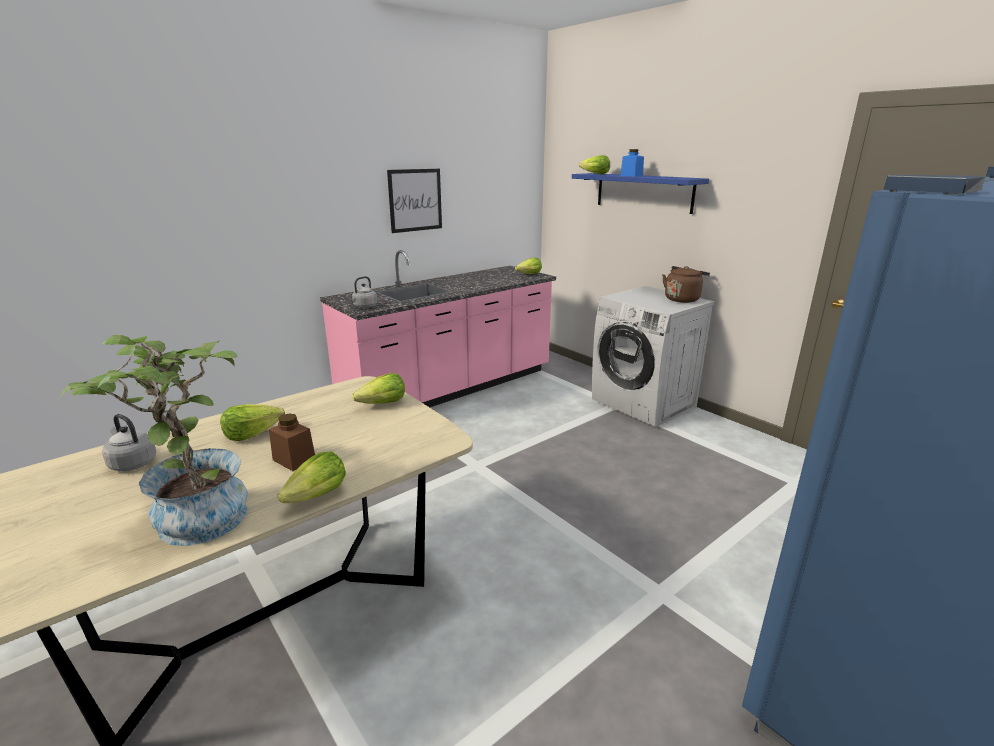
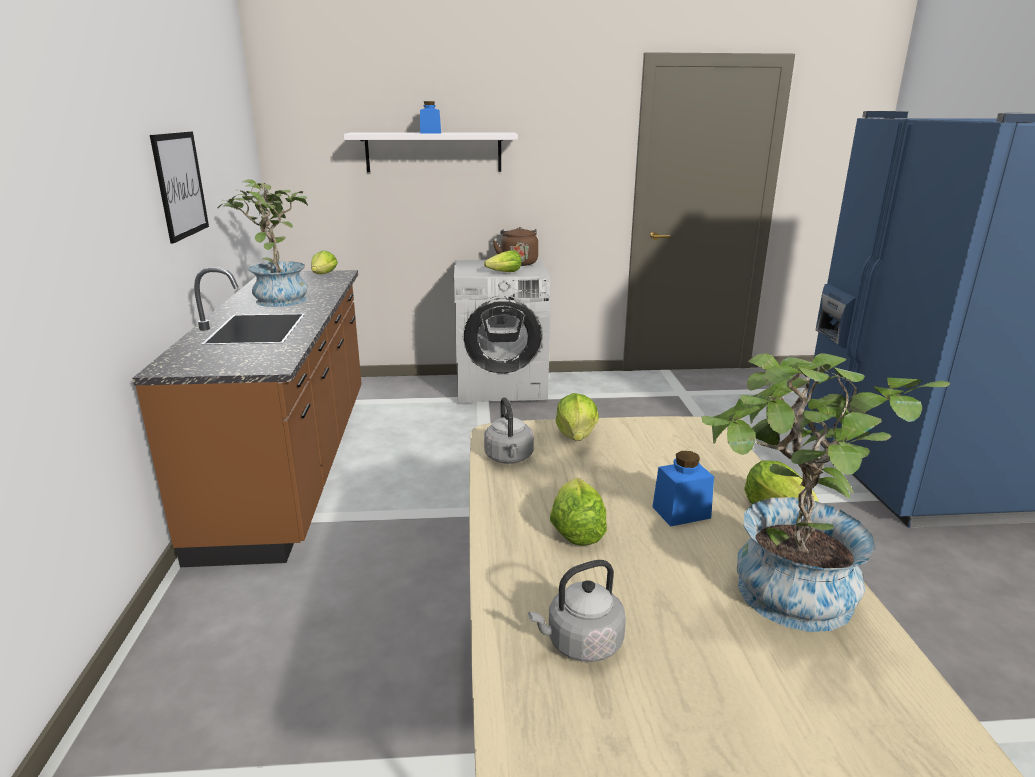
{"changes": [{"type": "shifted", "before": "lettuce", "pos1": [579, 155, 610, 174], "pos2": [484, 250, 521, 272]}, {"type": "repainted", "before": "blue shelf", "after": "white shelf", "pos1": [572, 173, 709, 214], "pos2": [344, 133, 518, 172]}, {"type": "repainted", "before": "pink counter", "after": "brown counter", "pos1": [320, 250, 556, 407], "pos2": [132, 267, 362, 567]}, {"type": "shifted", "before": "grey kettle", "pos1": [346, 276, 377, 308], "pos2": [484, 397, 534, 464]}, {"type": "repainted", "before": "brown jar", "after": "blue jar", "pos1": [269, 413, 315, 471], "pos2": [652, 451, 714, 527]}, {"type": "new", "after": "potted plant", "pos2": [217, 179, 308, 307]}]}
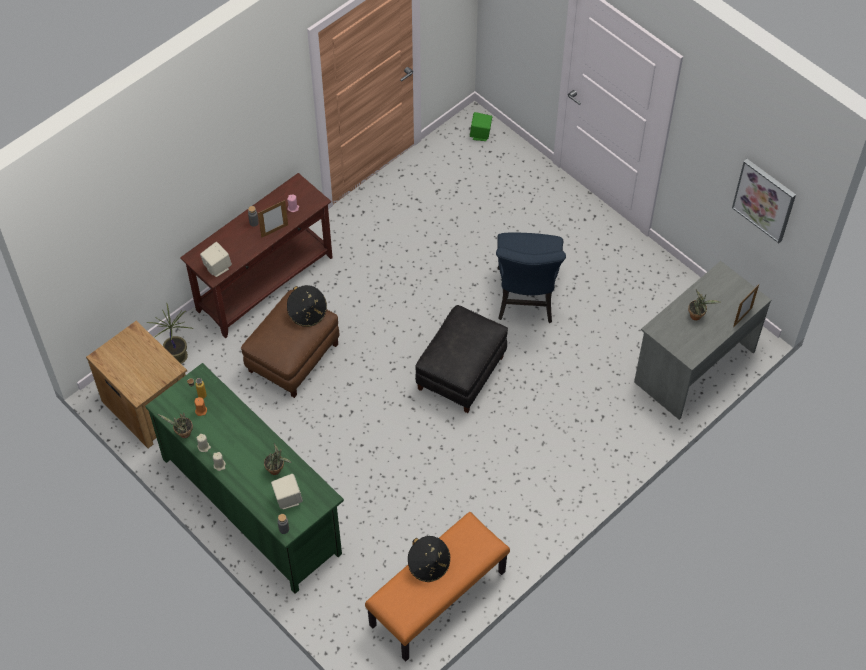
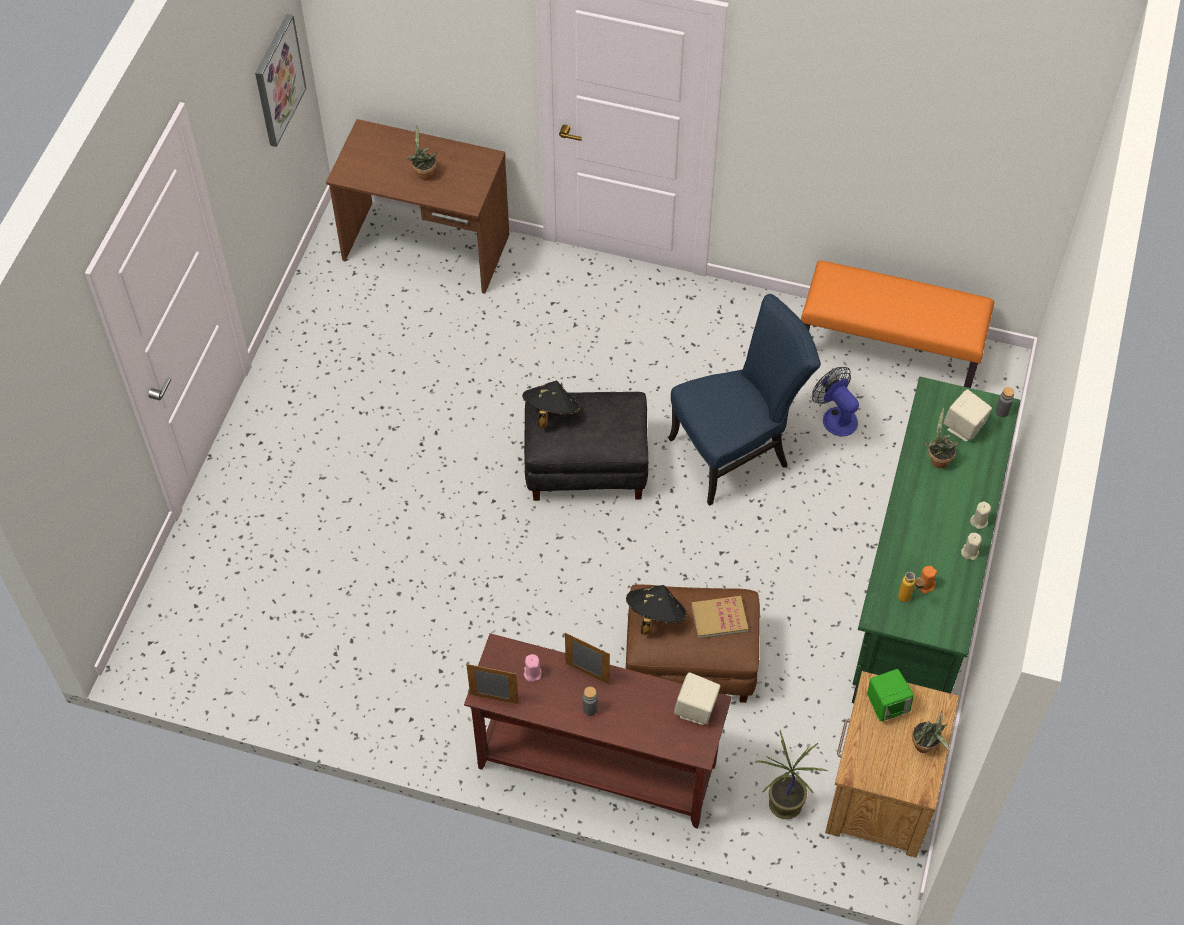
{"changes": [{"type": "shifted", "before": "green speaker", "pos1": [470, 112, 492, 141], "pos2": [867, 669, 914, 721]}, {"type": "shifted", "before": "blue chair", "pos1": [496, 233, 566, 323], "pos2": [668, 294, 821, 506]}, {"type": "repainted", "before": "grey desk", "after": "brown desk", "pos1": [634, 261, 771, 420], "pos2": [326, 119, 509, 294]}, {"type": "shifted", "before": "picture frame", "pos1": [733, 284, 759, 327], "pos2": [466, 664, 519, 704]}, {"type": "shifted", "before": "potted plant", "pos1": [158, 412, 193, 438], "pos2": [912, 710, 950, 753]}, {"type": "shifted", "before": "black hat", "pos1": [408, 536, 450, 582], "pos2": [522, 381, 580, 428]}, {"type": "new", "after": "fan", "pos2": [812, 367, 859, 437]}, {"type": "new", "after": "book", "pos2": [691, 596, 748, 639]}]}
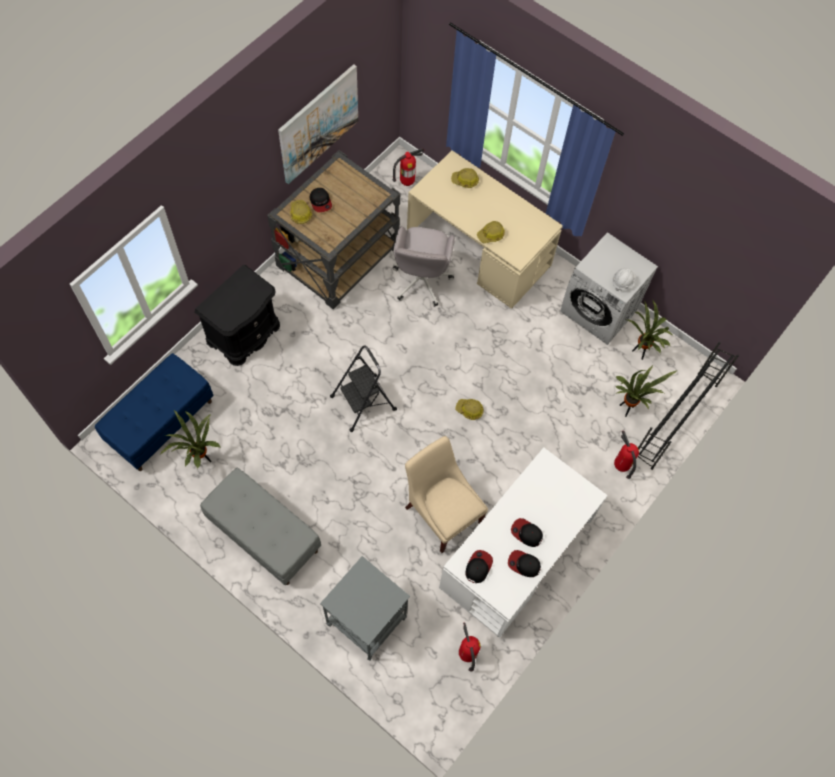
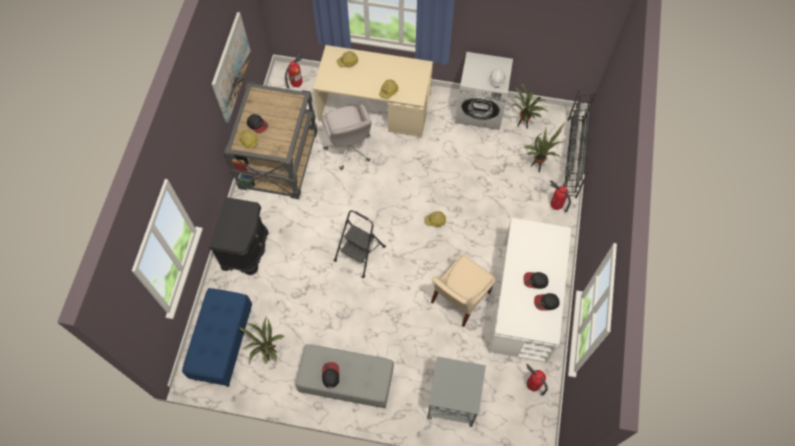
{"changes": [{"type": "rotated", "before": "beige chair", "pos1": [405, 436, 488, 553], "pos2": [431, 255, 495, 327], "turn": -75}, {"type": "shifted", "before": "cap", "pos1": [466, 550, 493, 583], "pos2": [322, 362, 339, 388]}]}
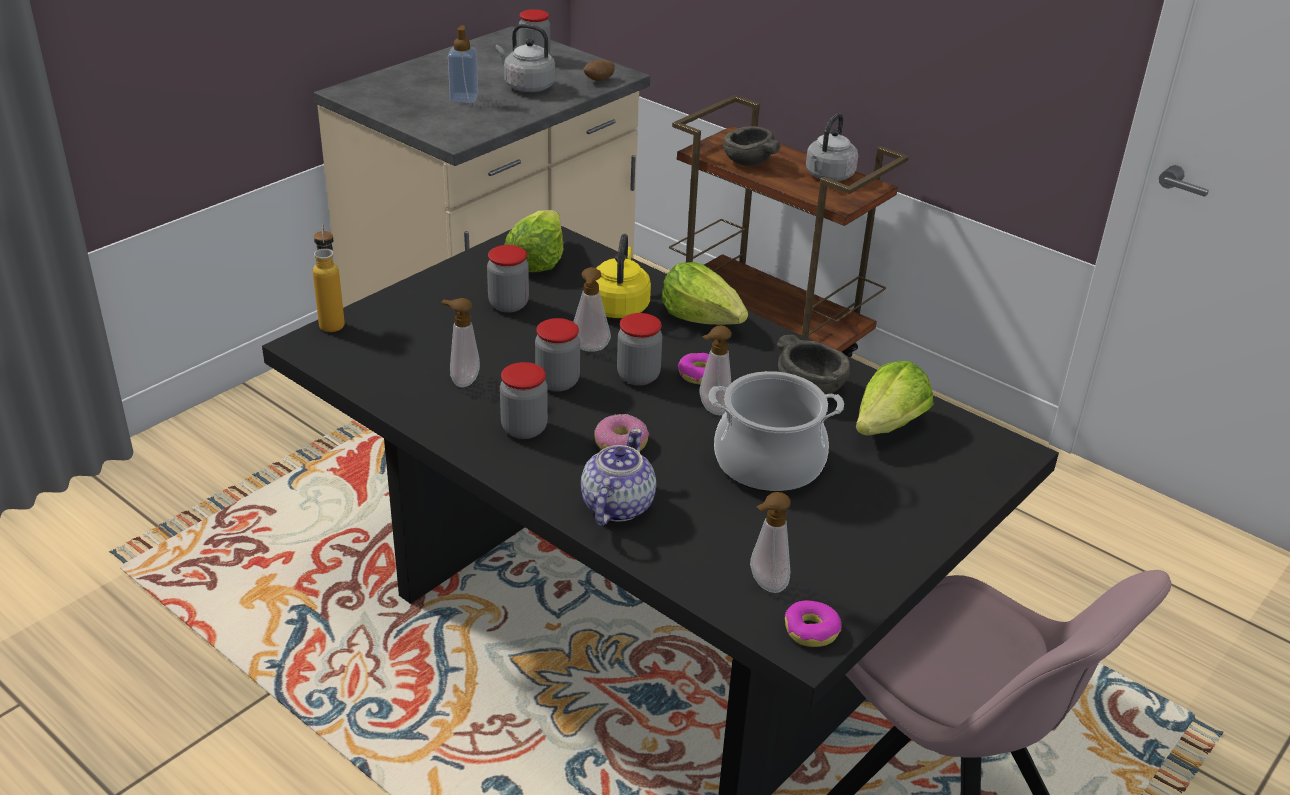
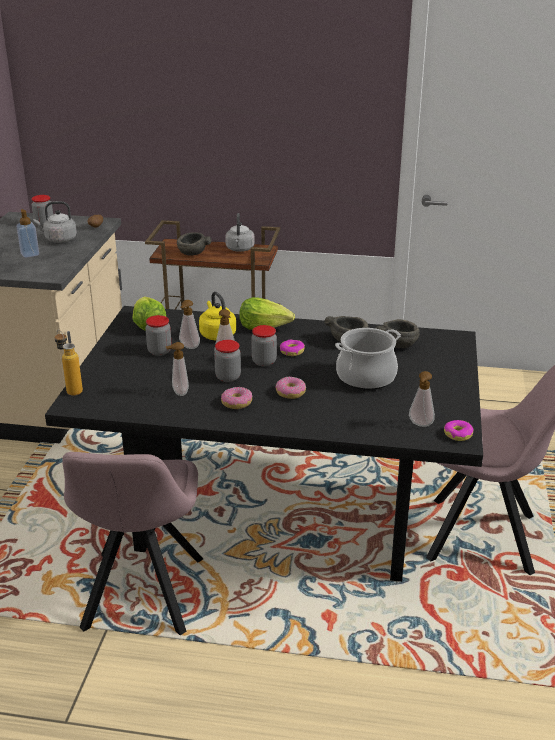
{"changes": [{"type": "shifted", "before": "soap dispenser", "pos1": [699, 326, 732, 415], "pos2": [179, 300, 200, 349]}, {"type": "swapped", "before": "lettuce", "after": "grey bowl", "pos1": [856, 361, 934, 435], "pos2": [376, 319, 420, 348]}, {"type": "swapped", "before": "jar", "after": "donut", "pos1": [500, 362, 548, 439], "pos2": [221, 387, 252, 409]}, {"type": "gone", "before": "teapot", "pos1": [581, 428, 656, 526]}, {"type": "new", "after": "pink chair", "pos2": [62, 452, 203, 635]}]}
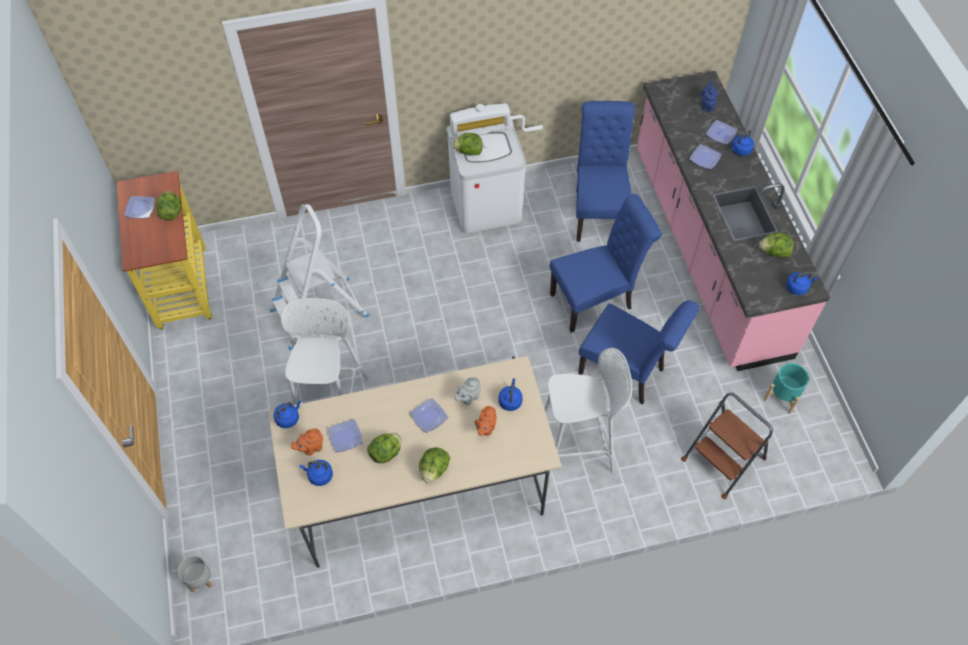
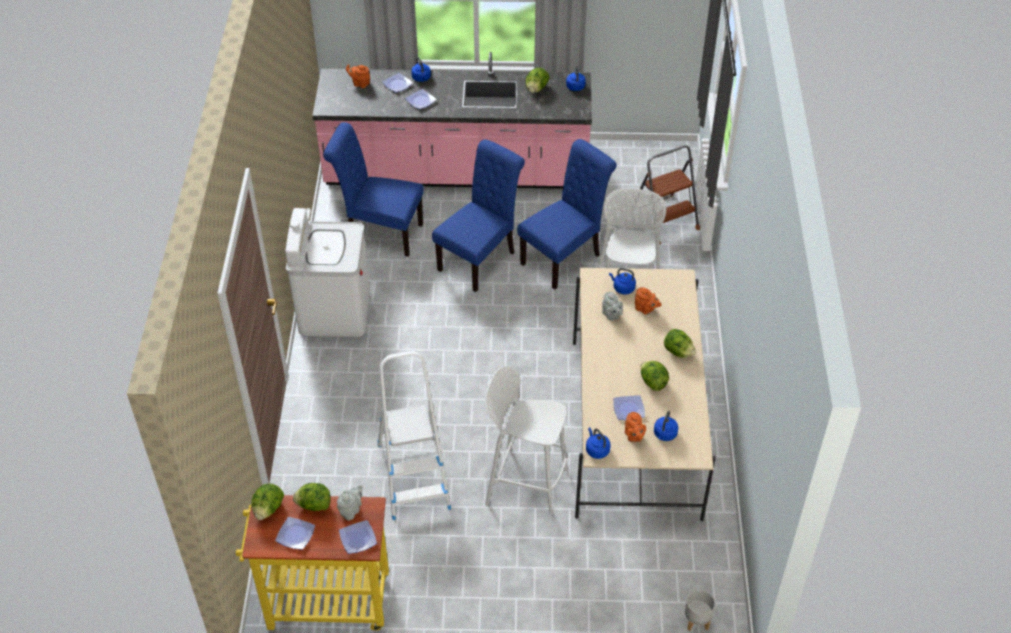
{"changes": [{"type": "repainted", "before": "blue teapot", "after": "orange teapot", "pos1": [701, 81, 719, 112], "pos2": [346, 64, 370, 88]}, {"type": "shifted", "before": "lettuce", "pos1": [453, 133, 483, 155], "pos2": [251, 483, 284, 520]}, {"type": "rotated", "before": "blue chair", "pos1": [550, 194, 662, 333], "pos2": [432, 139, 525, 292], "turn": 45}, {"type": "gone", "before": "turquoise planter", "pos1": [764, 363, 810, 414]}, {"type": "shifted", "before": "plate", "pos1": [410, 398, 448, 433], "pos2": [339, 520, 377, 554]}, {"type": "new", "after": "grey teapot", "pos2": [337, 485, 362, 521]}]}
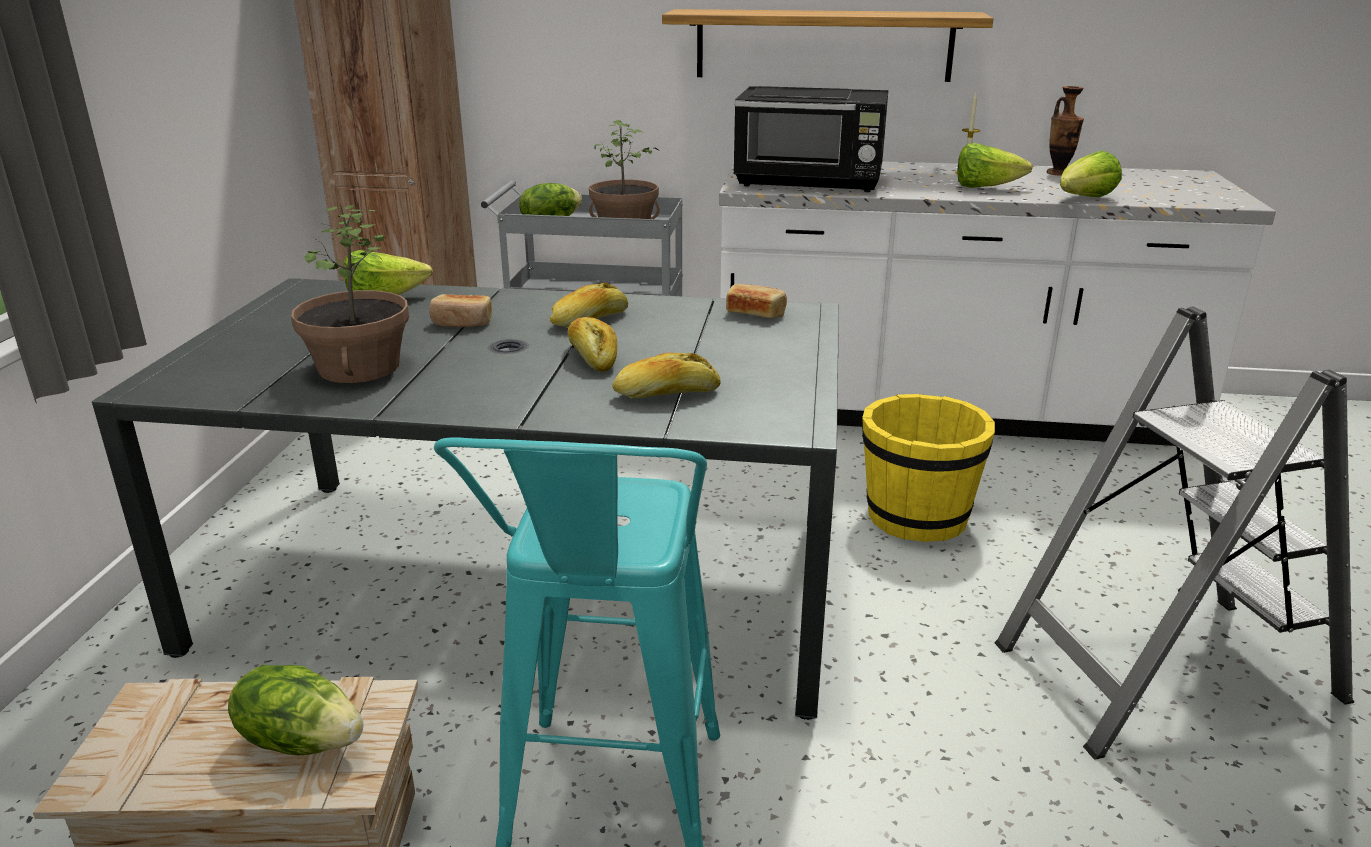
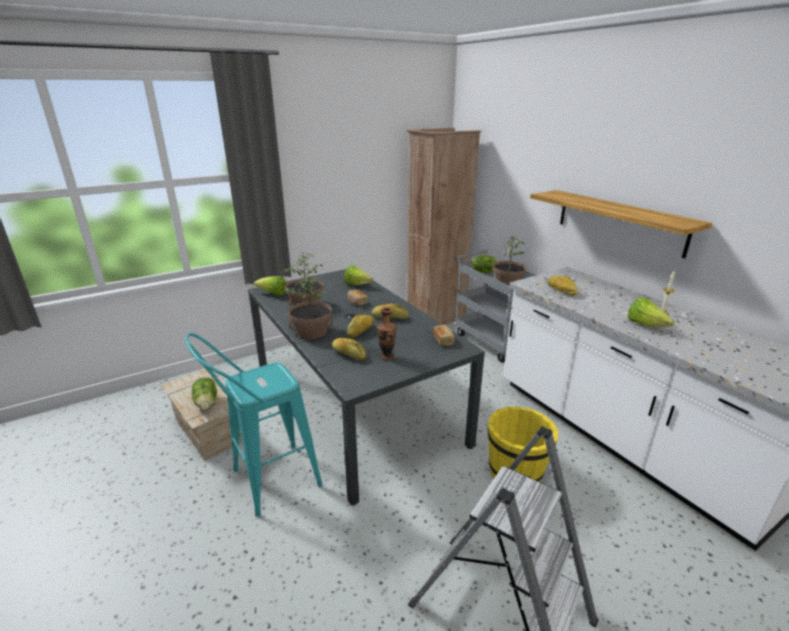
{"changes": [{"type": "swapped", "before": "black microwave", "after": "bread", "pos1": [733, 86, 888, 192], "pos2": [547, 276, 578, 296]}, {"type": "shifted", "before": "vase", "pos1": [1046, 86, 1084, 176], "pos2": [377, 307, 397, 360]}, {"type": "shifted", "before": "lettuce", "pos1": [1060, 151, 1122, 197], "pos2": [254, 276, 286, 295]}, {"type": "new", "after": "potted plant", "pos2": [285, 273, 333, 339]}]}
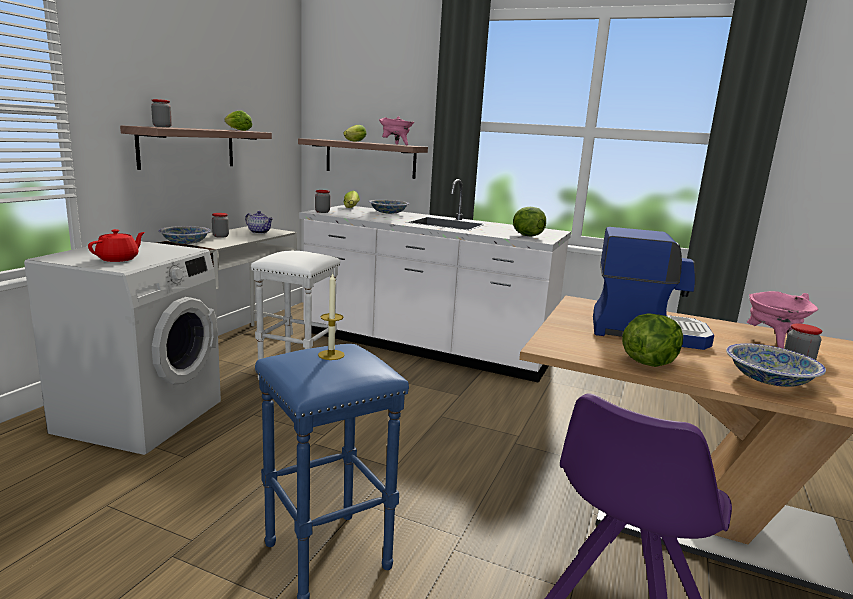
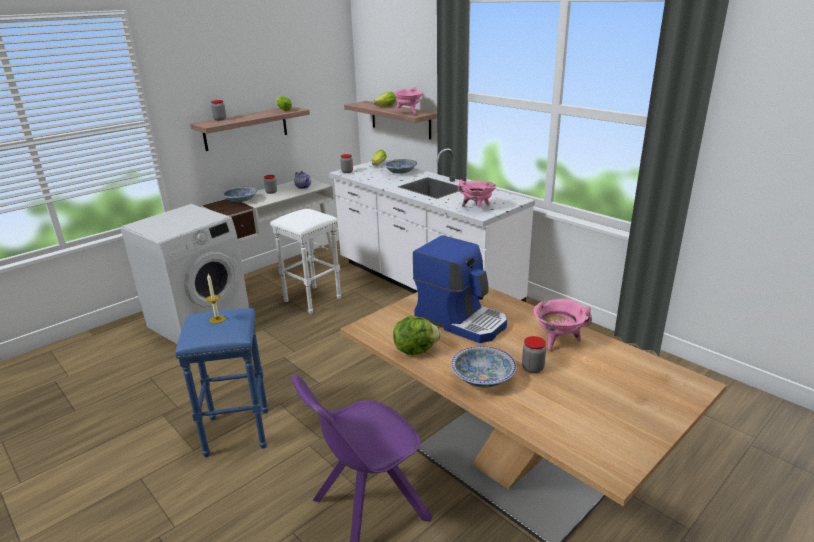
{"changes": [{"type": "swapped", "before": "lettuce", "after": "pink cooking pot", "pos1": [513, 207, 546, 237], "pos2": [458, 179, 497, 207]}, {"type": "gone", "before": "red teapot", "pos1": [88, 229, 145, 262]}]}
